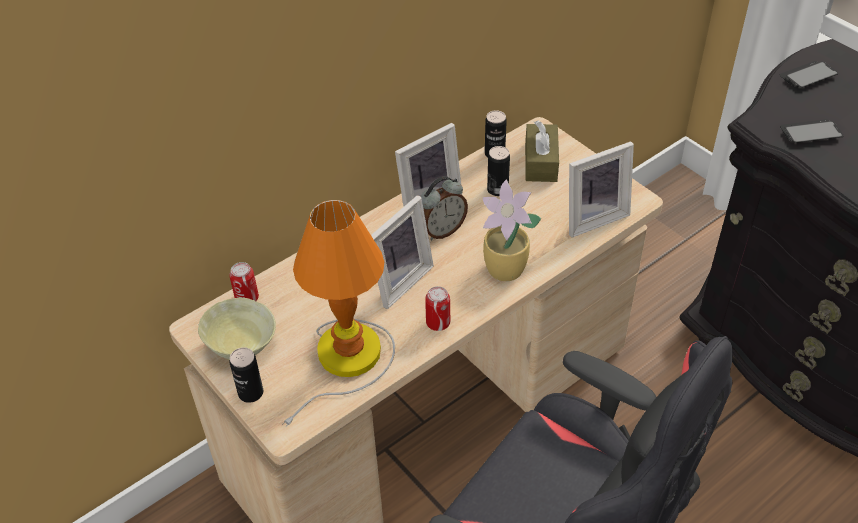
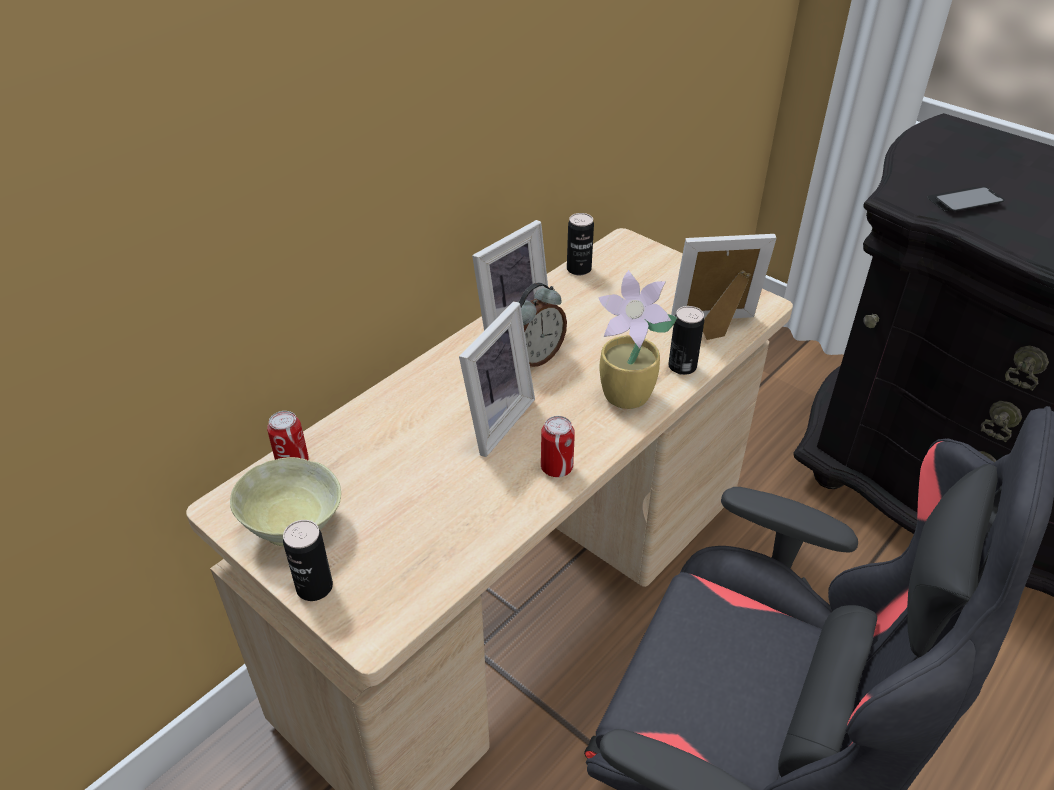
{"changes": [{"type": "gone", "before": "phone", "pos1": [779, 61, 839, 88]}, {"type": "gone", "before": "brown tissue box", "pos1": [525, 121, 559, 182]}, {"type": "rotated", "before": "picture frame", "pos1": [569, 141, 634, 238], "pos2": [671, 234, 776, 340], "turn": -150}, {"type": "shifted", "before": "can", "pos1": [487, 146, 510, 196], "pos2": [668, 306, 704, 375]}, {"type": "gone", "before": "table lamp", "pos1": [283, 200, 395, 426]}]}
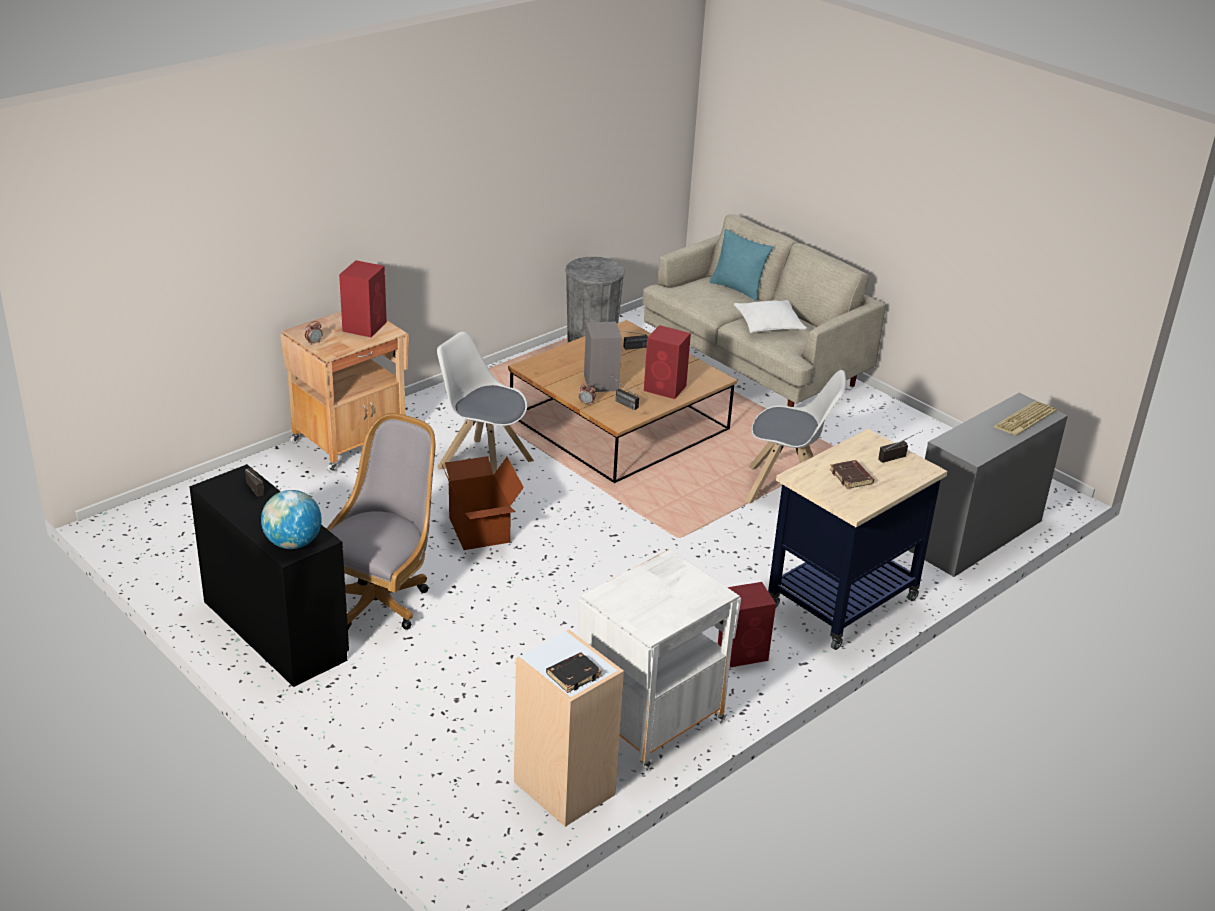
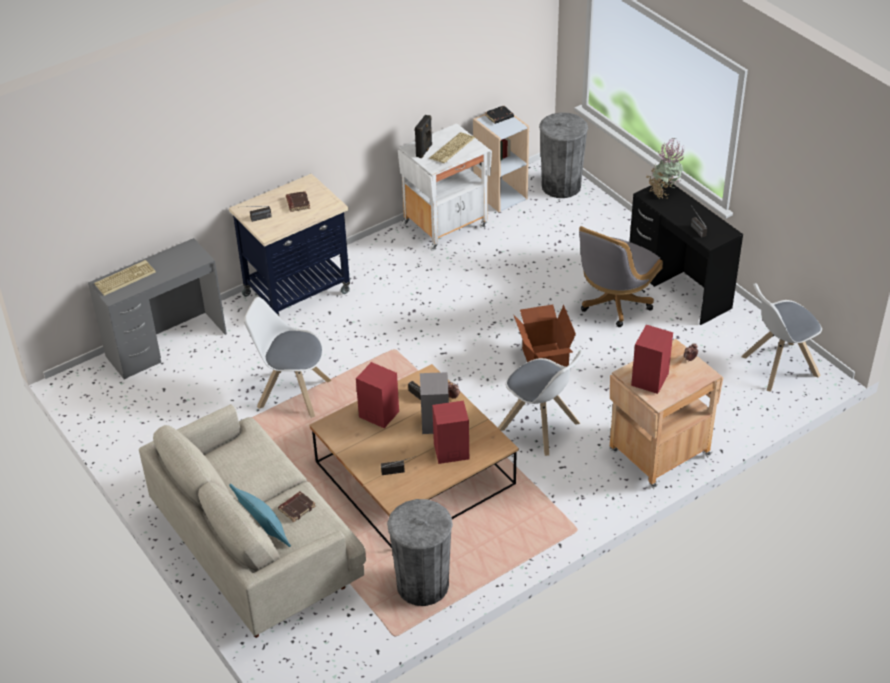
{"changes": [{"type": "gone", "before": "white pillow", "pos1": [734, 300, 807, 333]}, {"type": "swapped", "before": "globe", "after": "potted plant", "pos1": [261, 490, 322, 549], "pos2": [646, 138, 684, 199]}, {"type": "shifted", "before": "red speaker", "pos1": [718, 582, 776, 667], "pos2": [432, 401, 469, 464]}, {"type": "new", "after": "grey trash can", "pos2": [539, 112, 588, 198]}, {"type": "new", "after": "black speaker", "pos2": [415, 115, 432, 158]}, {"type": "new", "after": "keyboard", "pos2": [429, 132, 475, 163]}, {"type": "new", "after": "chair", "pos2": [741, 283, 822, 392]}, {"type": "new", "after": "brown book", "pos2": [278, 491, 316, 522]}]}
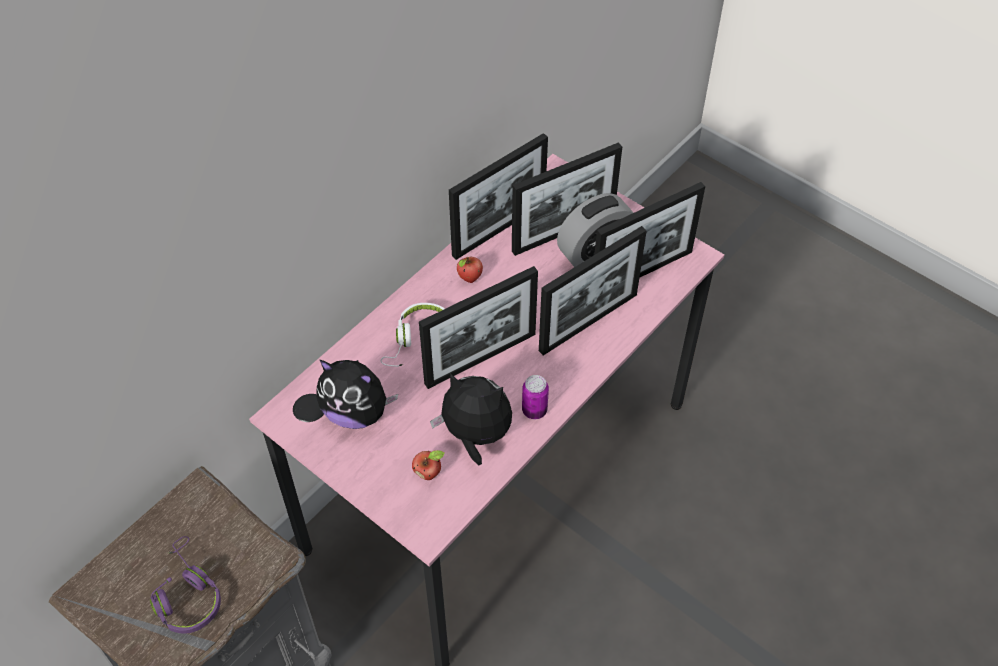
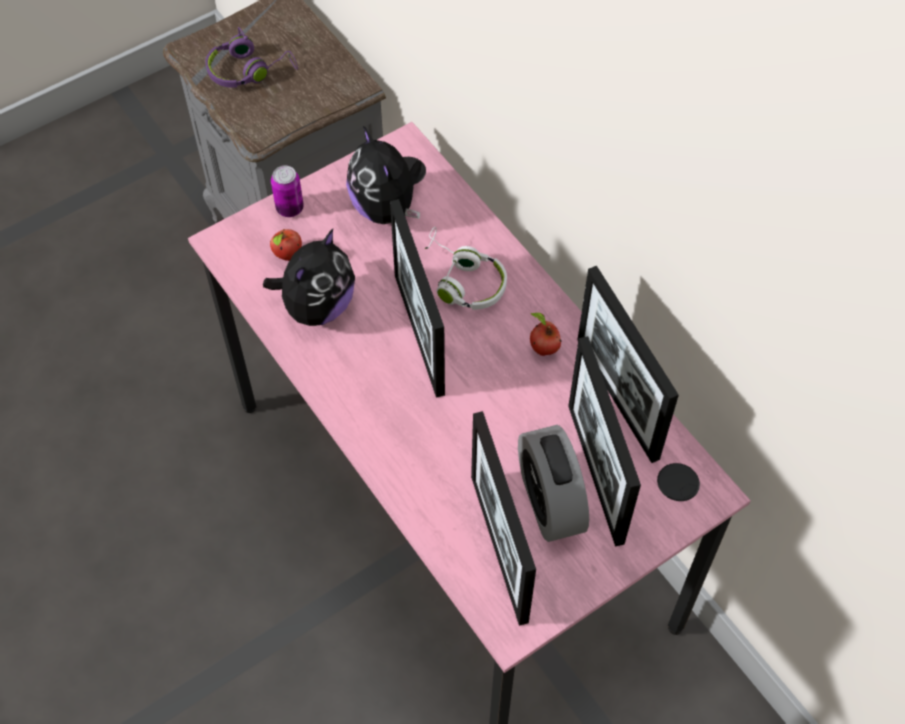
{"changes": [{"type": "gone", "before": "picture frame", "pos1": [539, 226, 647, 356]}, {"type": "rotated", "before": "plush toy", "pos1": [316, 360, 398, 429], "pos2": [346, 126, 422, 224], "turn": -60}, {"type": "shifted", "before": "can", "pos1": [522, 375, 549, 419], "pos2": [271, 165, 304, 217]}]}
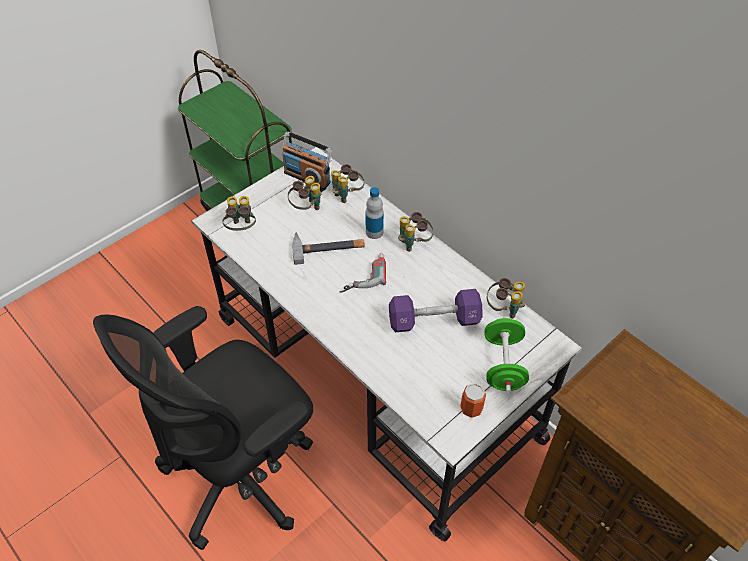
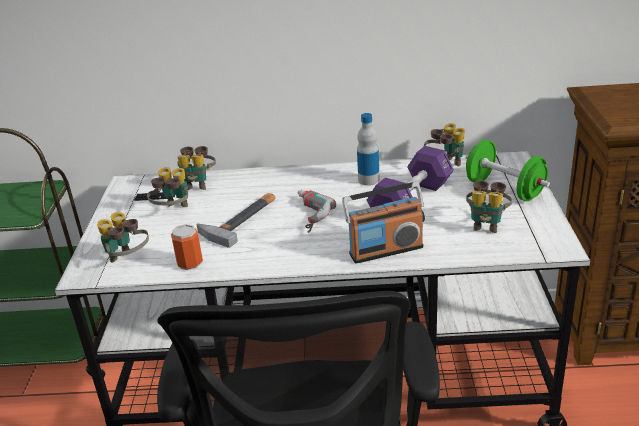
{"changes": [{"type": "shifted", "before": "radio", "pos1": [282, 132, 332, 190], "pos2": [342, 182, 425, 264]}, {"type": "shifted", "before": "bottle", "pos1": [365, 187, 384, 239], "pos2": [357, 113, 380, 186]}, {"type": "shifted", "before": "binoculars", "pos1": [398, 212, 434, 252], "pos2": [466, 180, 512, 233]}, {"type": "shifted", "before": "can", "pos1": [460, 383, 486, 418], "pos2": [171, 224, 203, 270]}]}
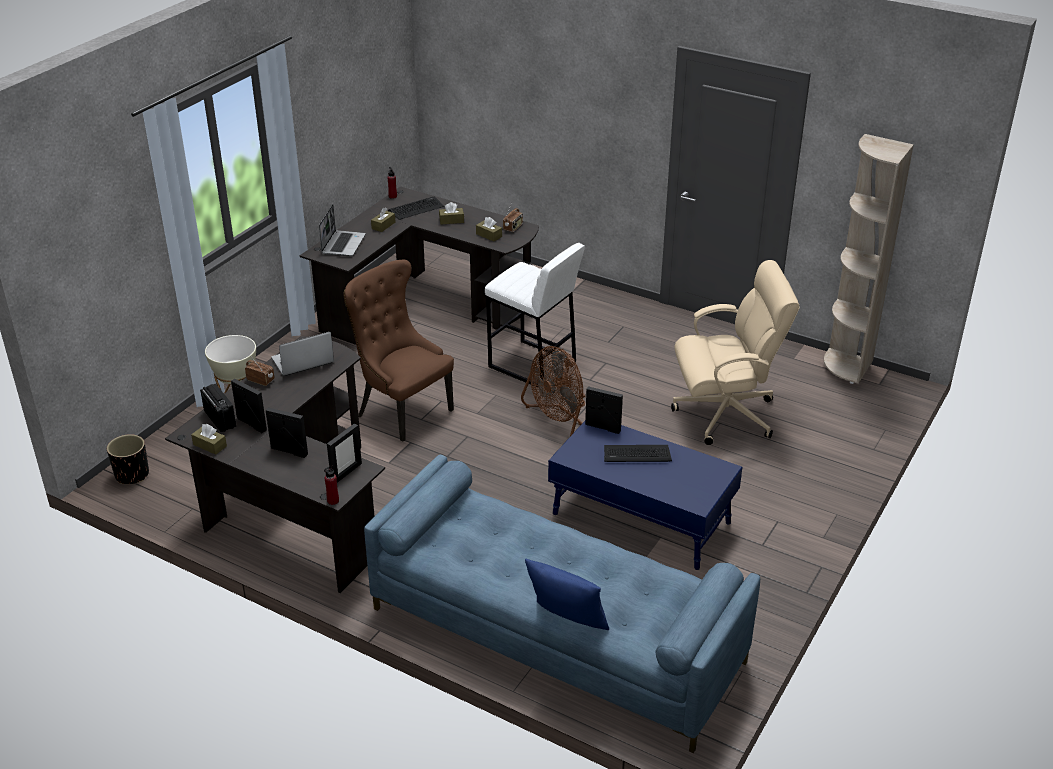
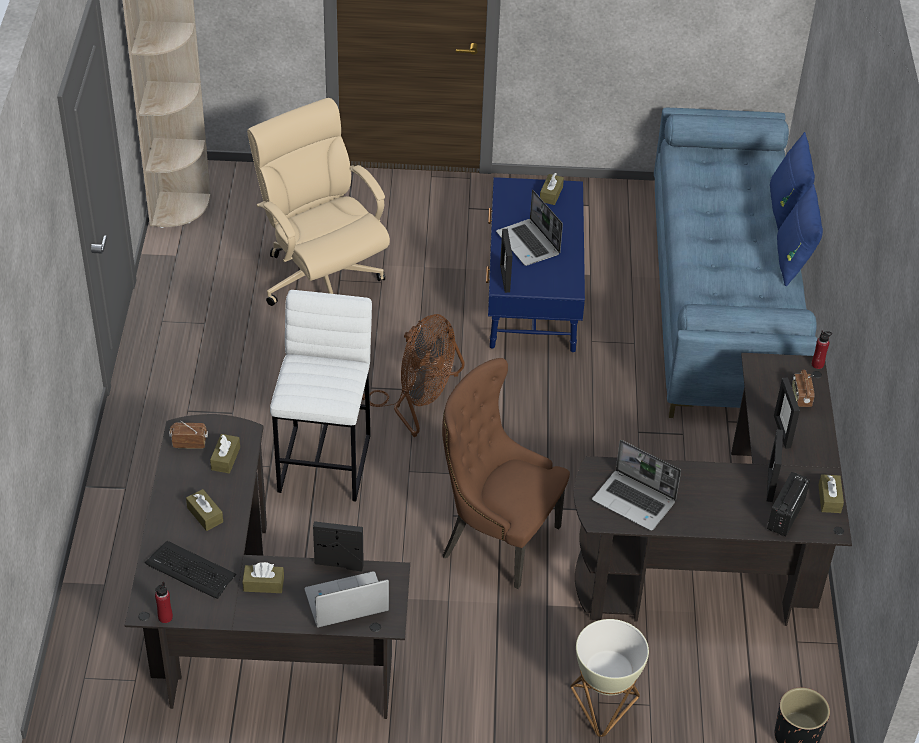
{"changes": [{"type": "rotated", "before": "brown chair", "pos1": [343, 260, 454, 442], "pos2": [442, 358, 570, 589], "turn": 105}, {"type": "shifted", "before": "radio", "pos1": [245, 357, 275, 386], "pos2": [792, 370, 815, 407]}, {"type": "shifted", "before": "picture frame", "pos1": [327, 424, 362, 483], "pos2": [313, 521, 364, 572]}, {"type": "swapped", "before": "keyboard", "after": "laptop", "pos1": [604, 445, 672, 462], "pos2": [496, 190, 563, 266]}, {"type": "new", "after": "brown tissue box", "pos2": [540, 173, 564, 205]}, {"type": "new", "after": "blue pillow", "pos2": [777, 184, 823, 286]}]}
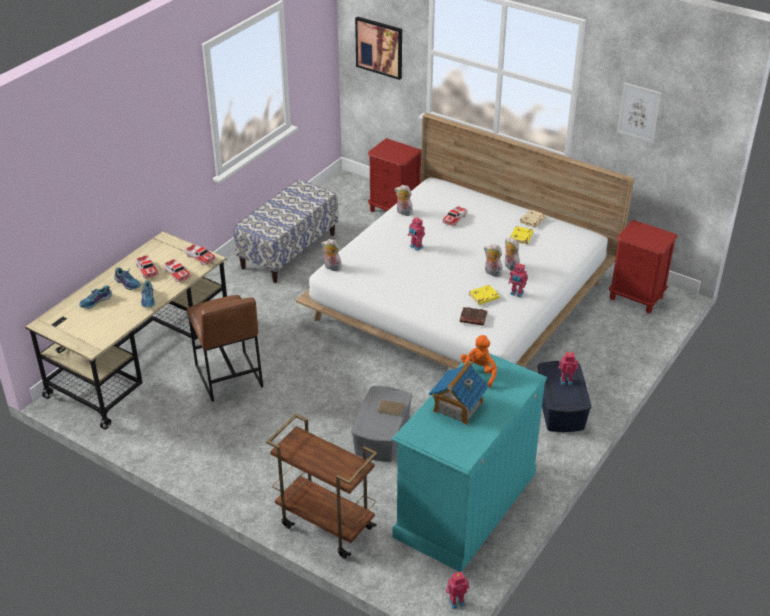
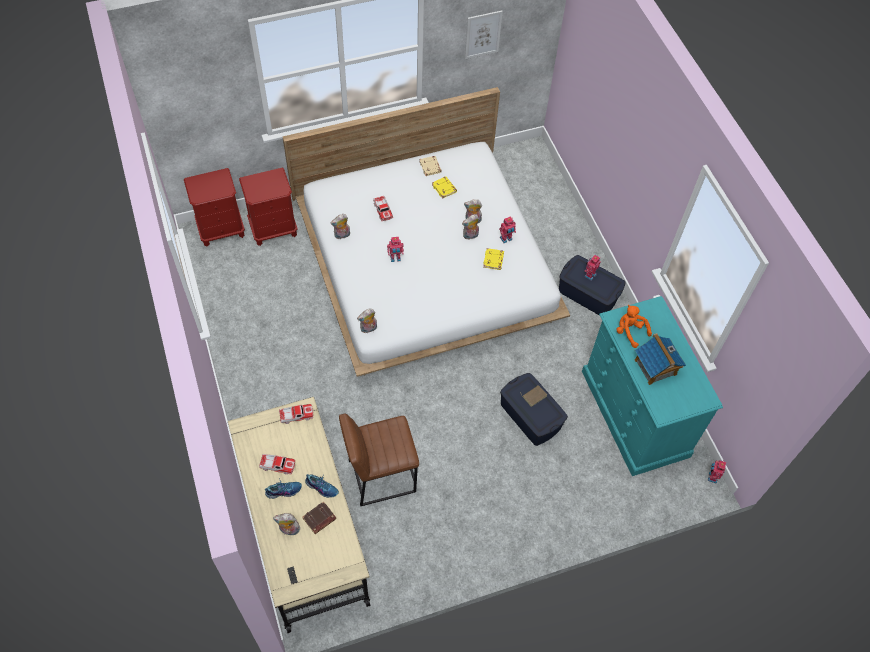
{"changes": [{"type": "gone", "before": "picture", "pos1": [355, 16, 402, 80]}, {"type": "gone", "before": "bench", "pos1": [233, 179, 339, 283]}, {"type": "shifted", "before": "red nightstand", "pos1": [609, 220, 678, 314], "pos2": [184, 168, 245, 247]}, {"type": "gone", "before": "toy car", "pos1": [163, 259, 191, 282]}, {"type": "swapped", "before": "shoe", "after": "plush toy", "pos1": [79, 285, 112, 309], "pos2": [273, 513, 300, 535]}, {"type": "rotated", "before": "brown chair", "pos1": [187, 295, 263, 402], "pos2": [339, 413, 419, 506], "turn": 150}, {"type": "shifted", "before": "brown book", "pos1": [460, 307, 488, 326], "pos2": [302, 501, 336, 534]}, {"type": "repainted", "before": "grey storage box", "after": "blue storage box", "pos1": [351, 386, 412, 462], "pos2": [500, 373, 568, 446]}, {"type": "gone", "before": "brown cart", "pos1": [266, 414, 377, 559]}]}
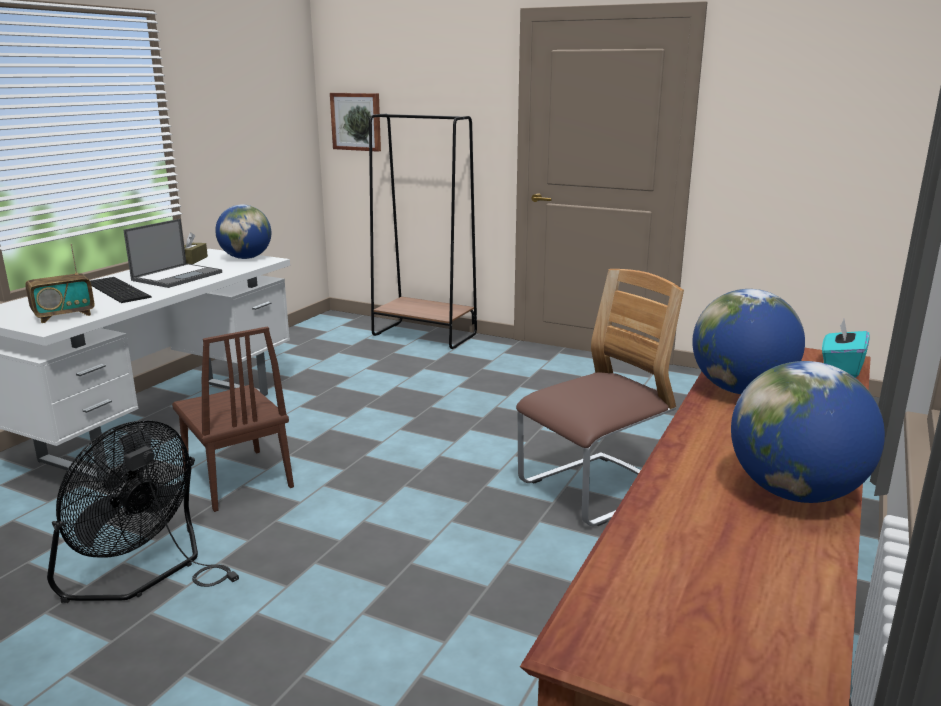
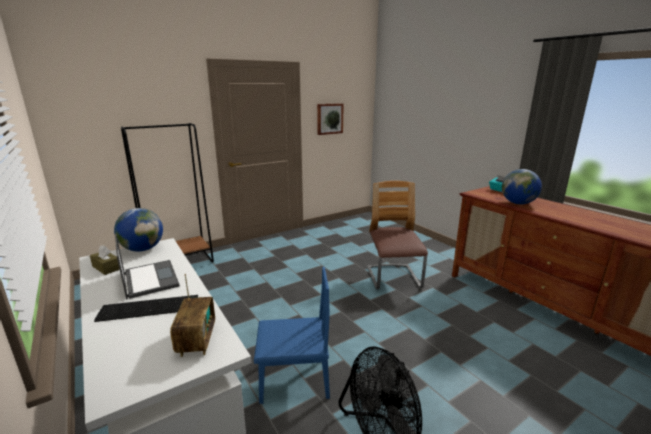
{"changes": [{"type": "shifted", "before": "picture", "pos1": [330, 93, 381, 152], "pos2": [317, 103, 344, 135]}, {"type": "repainted", "before": "brown chair", "after": "blue chair", "pos1": [172, 326, 294, 512], "pos2": [254, 267, 330, 404]}, {"type": "gone", "before": "globe", "pos1": [731, 361, 885, 503]}]}
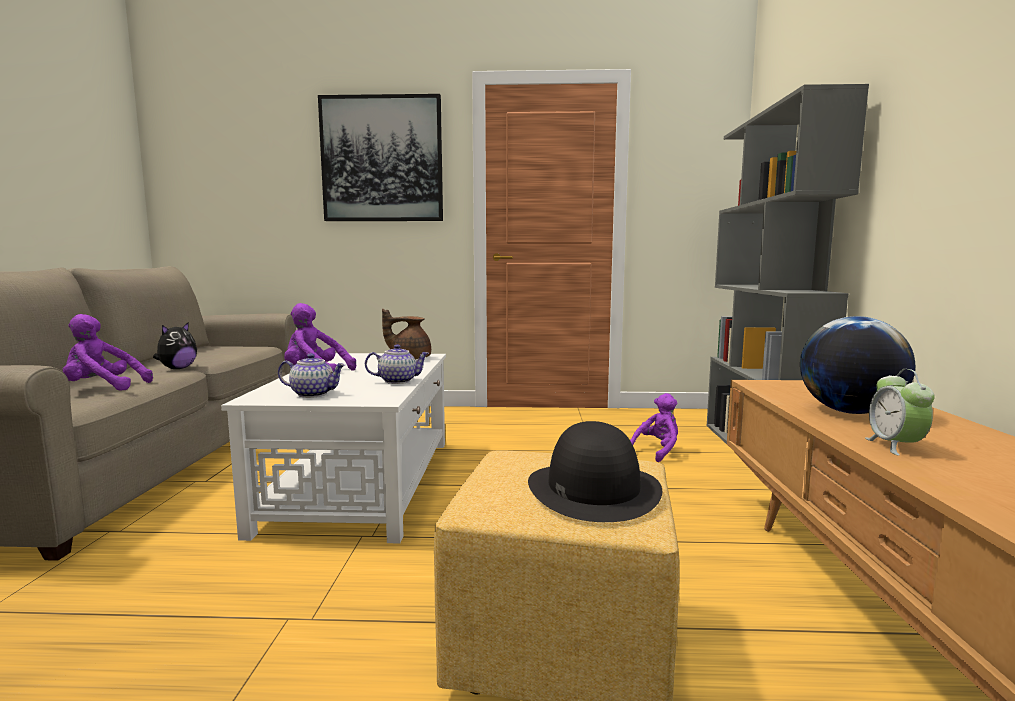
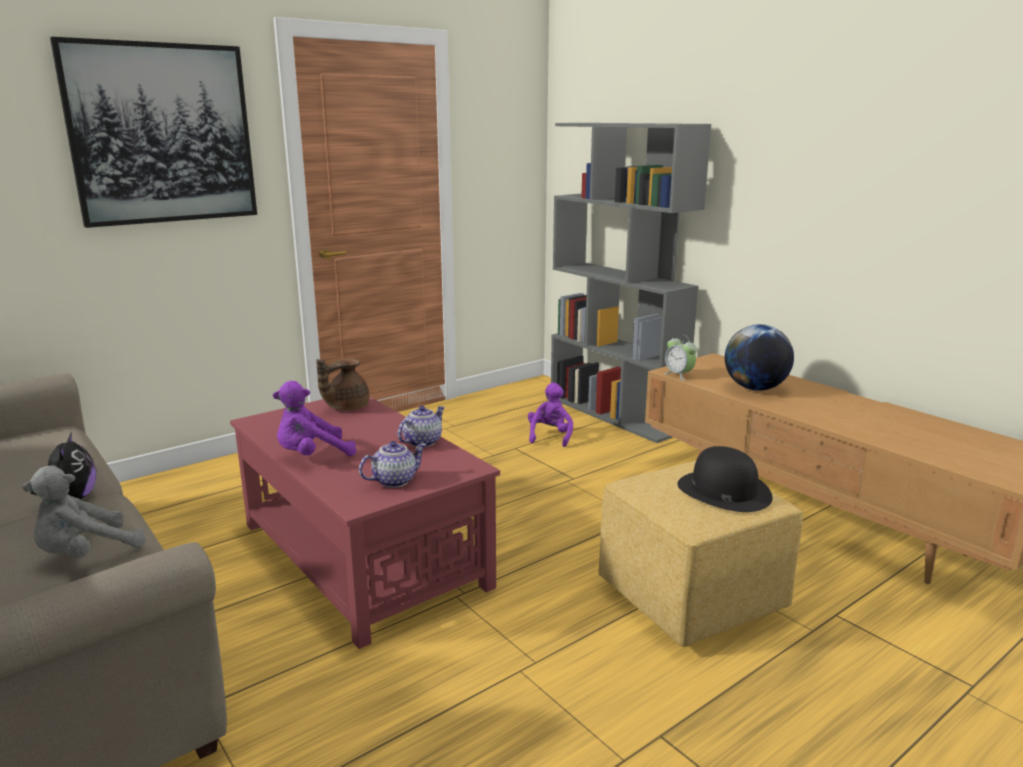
{"changes": [{"type": "repainted", "before": "purple plush toy", "after": "grey plush toy", "pos1": [63, 314, 153, 391], "pos2": [22, 466, 146, 558]}, {"type": "repainted", "before": "white coffee table", "after": "red coffee table", "pos1": [221, 353, 446, 543], "pos2": [230, 396, 500, 649]}, {"type": "shifted", "before": "alarm clock", "pos1": [865, 369, 934, 456], "pos2": [663, 335, 697, 381]}]}
